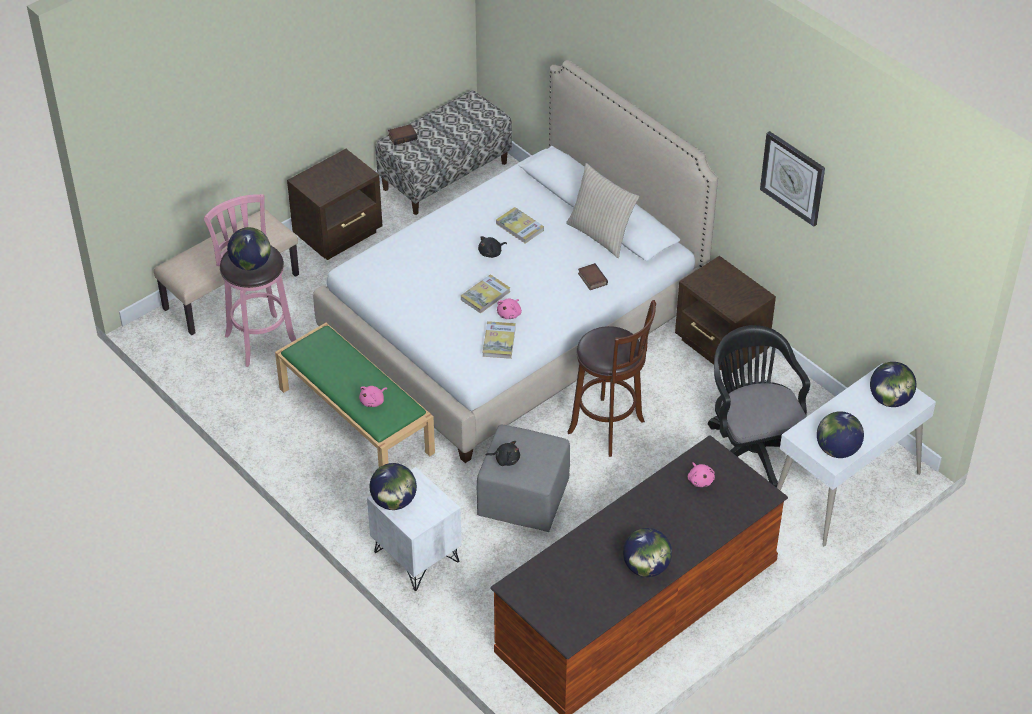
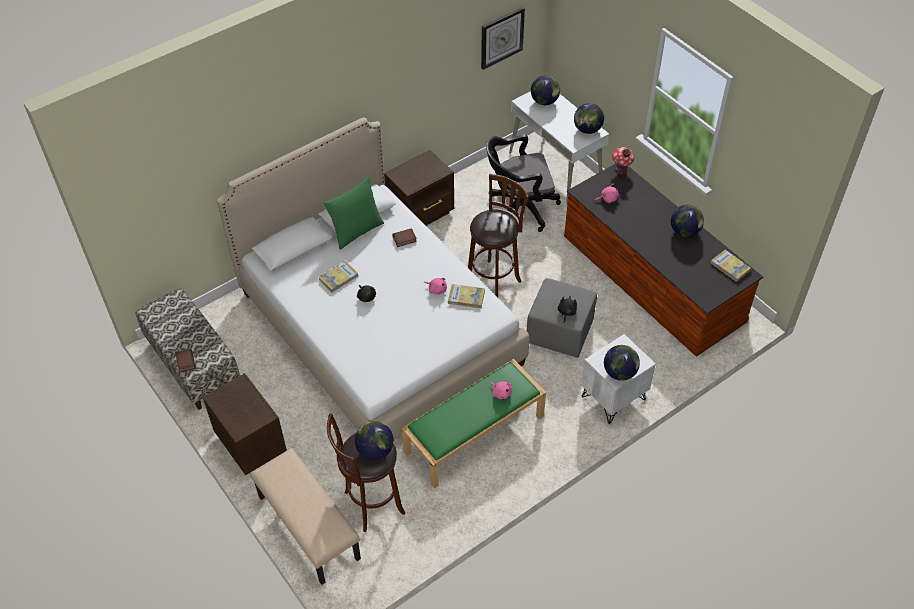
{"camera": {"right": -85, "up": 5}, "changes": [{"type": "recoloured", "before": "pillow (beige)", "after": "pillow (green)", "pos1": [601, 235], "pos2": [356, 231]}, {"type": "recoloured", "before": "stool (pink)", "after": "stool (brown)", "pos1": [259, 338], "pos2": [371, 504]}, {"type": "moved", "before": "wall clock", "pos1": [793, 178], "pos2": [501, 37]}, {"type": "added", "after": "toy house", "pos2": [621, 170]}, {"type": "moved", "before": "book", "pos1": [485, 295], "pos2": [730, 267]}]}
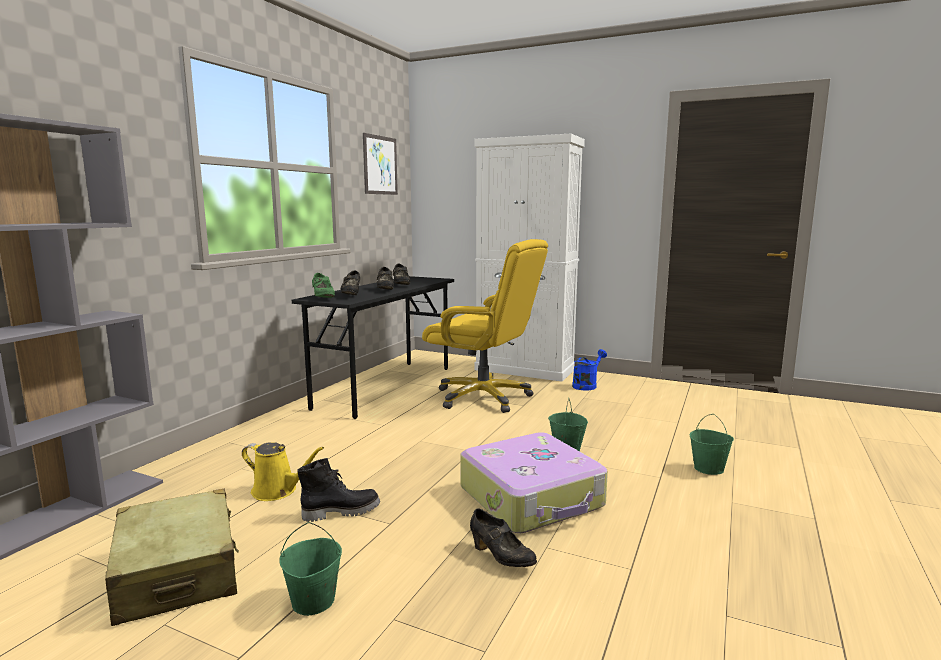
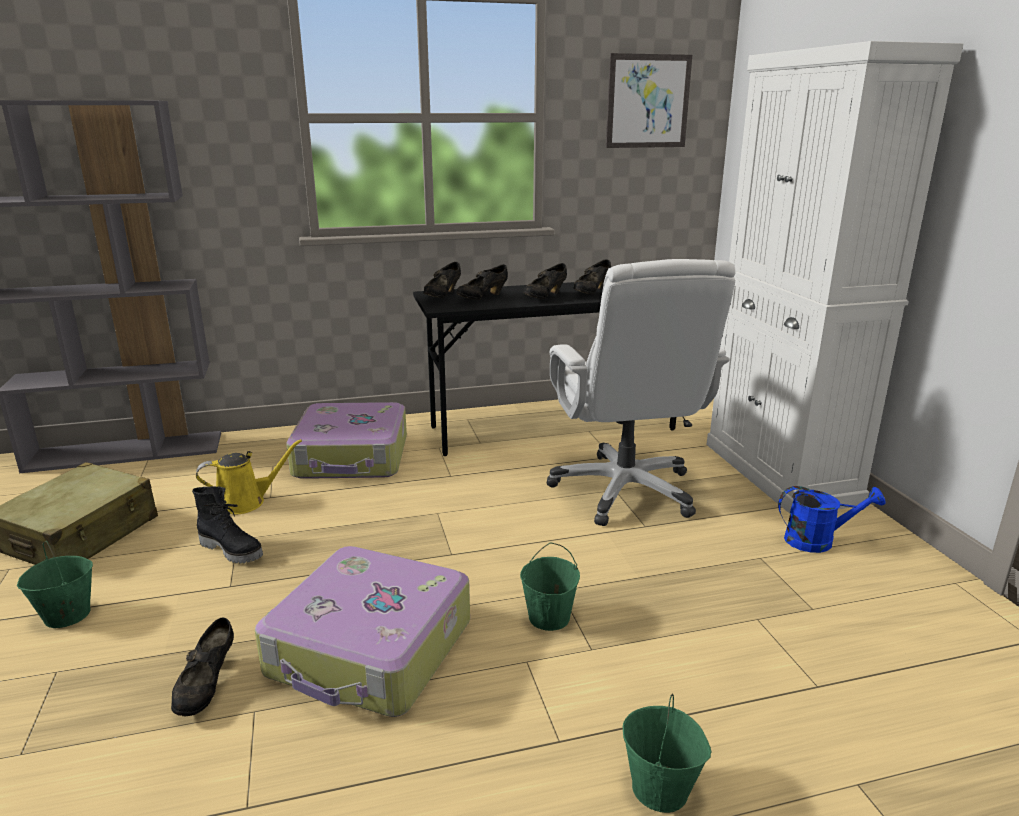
{"camera": {"right": 50, "up": 10}, "changes": [{"type": "turned", "before": "watering can (yellow)", "pos1": [278, 491], "pos2": [245, 502], "turn": -90}, {"type": "added", "after": "suitcase", "pos2": [352, 457]}, {"type": "recoloured", "before": "shoe (green)", "after": "shoe (black)", "pos1": [323, 298], "pos2": [442, 296]}, {"type": "recoloured", "before": "office chair (yellow)", "after": "office chair (white)", "pos1": [484, 397], "pos2": [625, 491]}]}
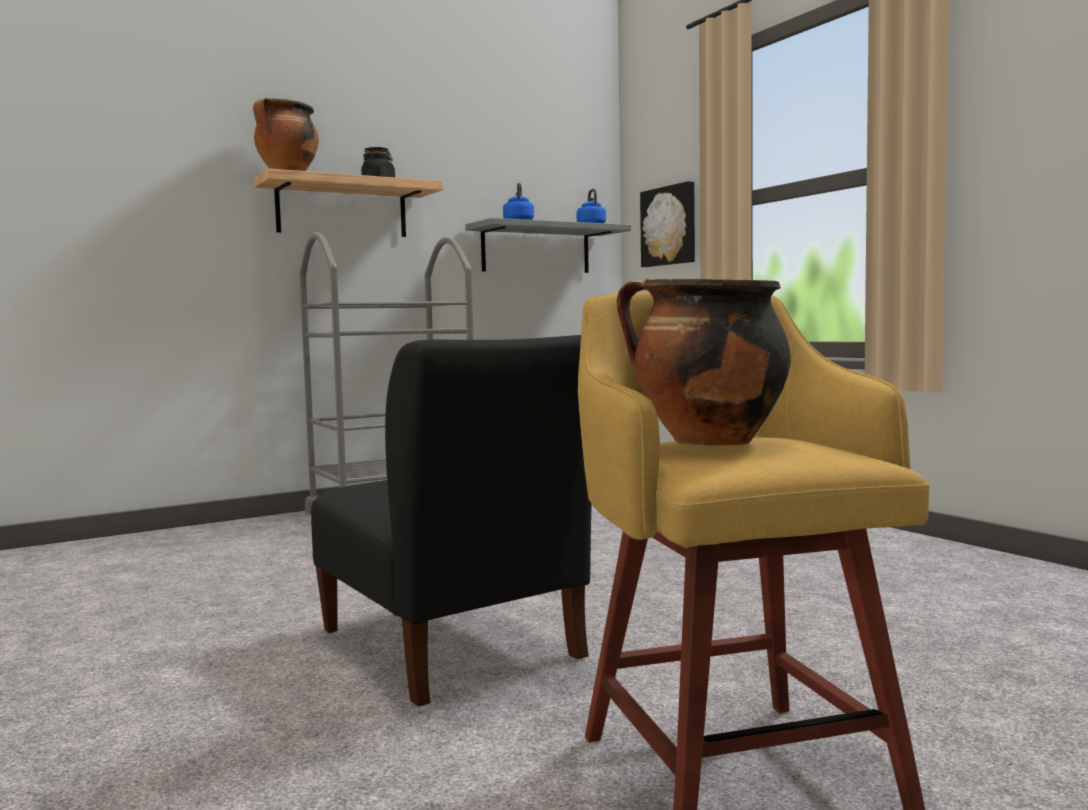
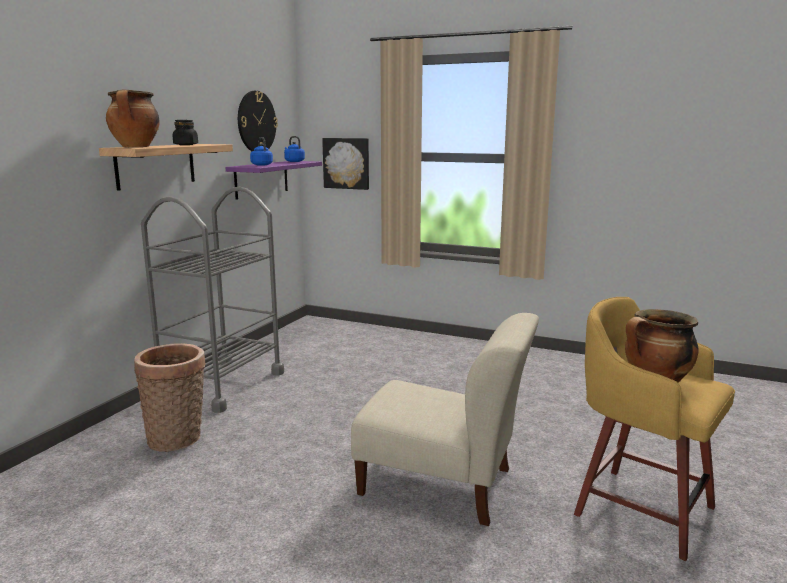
{"camera": {"right": -35, "up": 10}, "changes": [{"type": "added", "after": "basket", "pos2": [178, 439]}, {"type": "recoloured", "before": "shelf (grey)", "after": "shelf (purple)", "pos1": [536, 249], "pos2": [261, 179]}, {"type": "added", "after": "wall clock", "pos2": [256, 122]}, {"type": "recoloured", "before": "chair (black)", "after": "chair (beige)", "pos1": [453, 649], "pos2": [442, 484]}]}
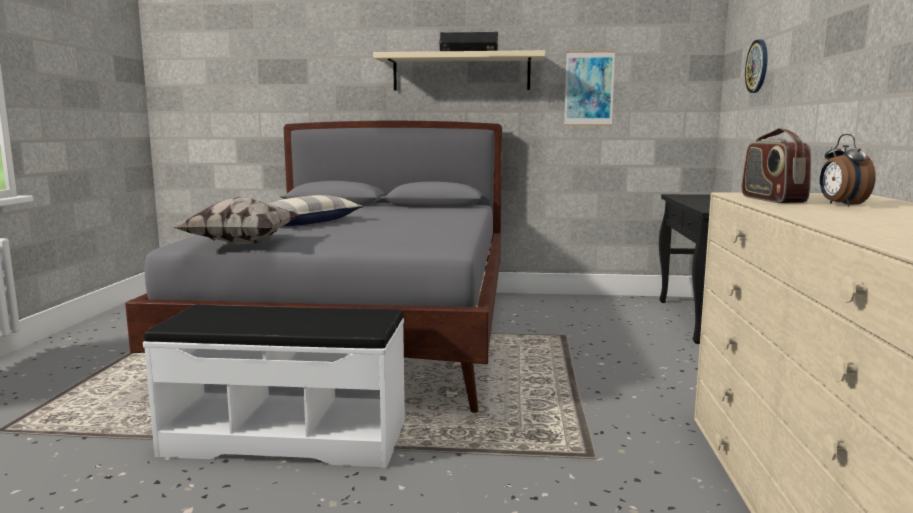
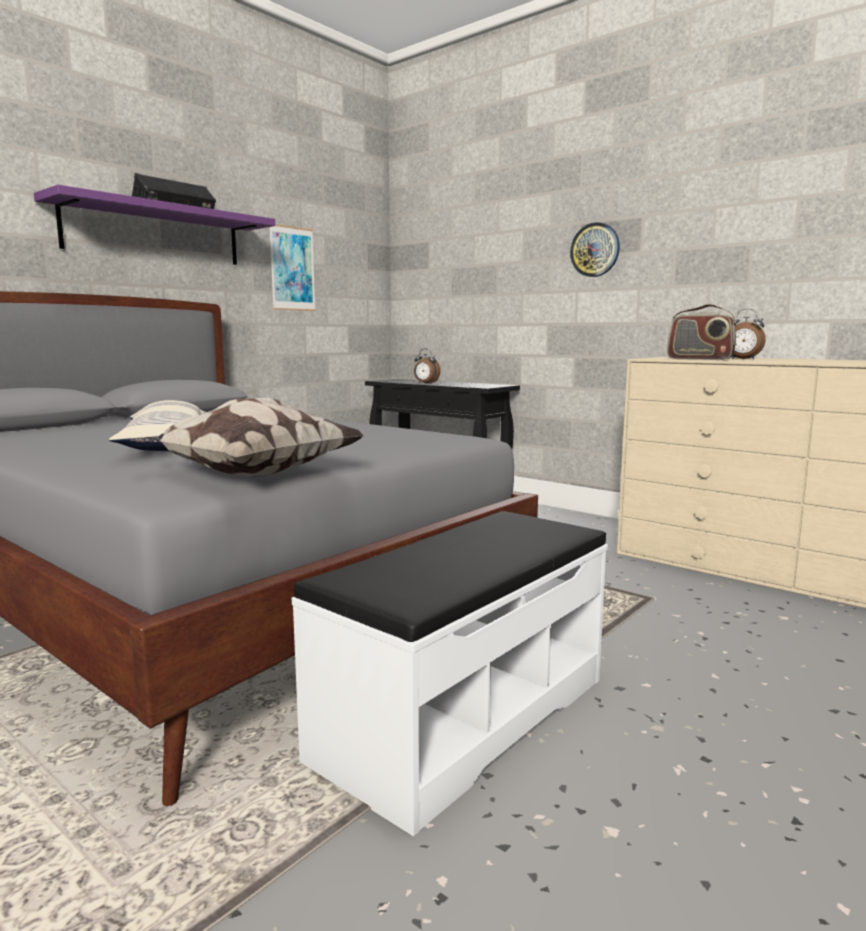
{"camera": {"right": -55, "up": 0}, "changes": [{"type": "recoloured", "before": "shelf (beige)", "after": "shelf (purple)", "pos1": [461, 72], "pos2": [155, 234]}, {"type": "added", "after": "alarm clock", "pos2": [425, 383]}, {"type": "moved", "before": "wall clock", "pos1": [757, 66], "pos2": [595, 250]}]}
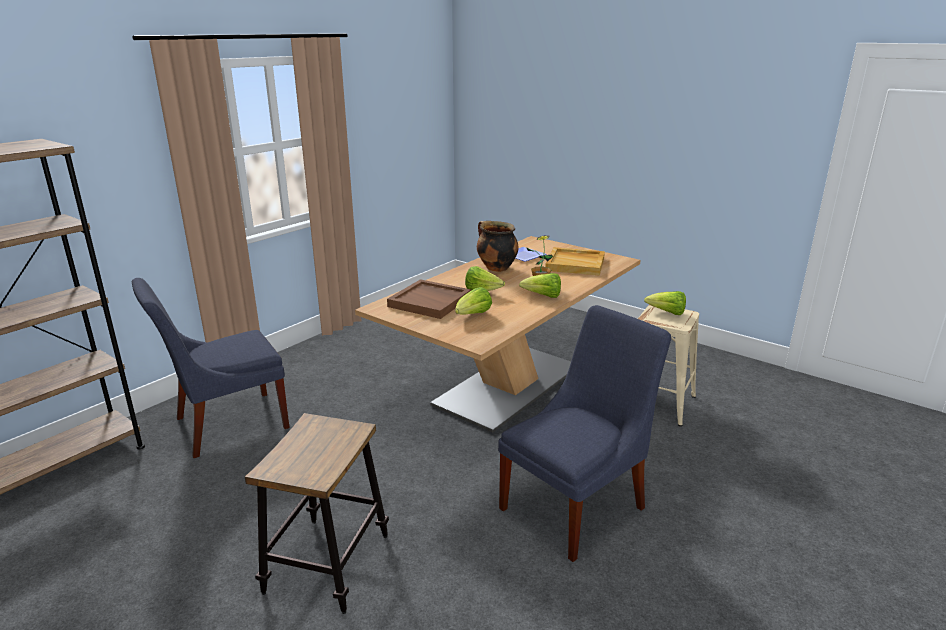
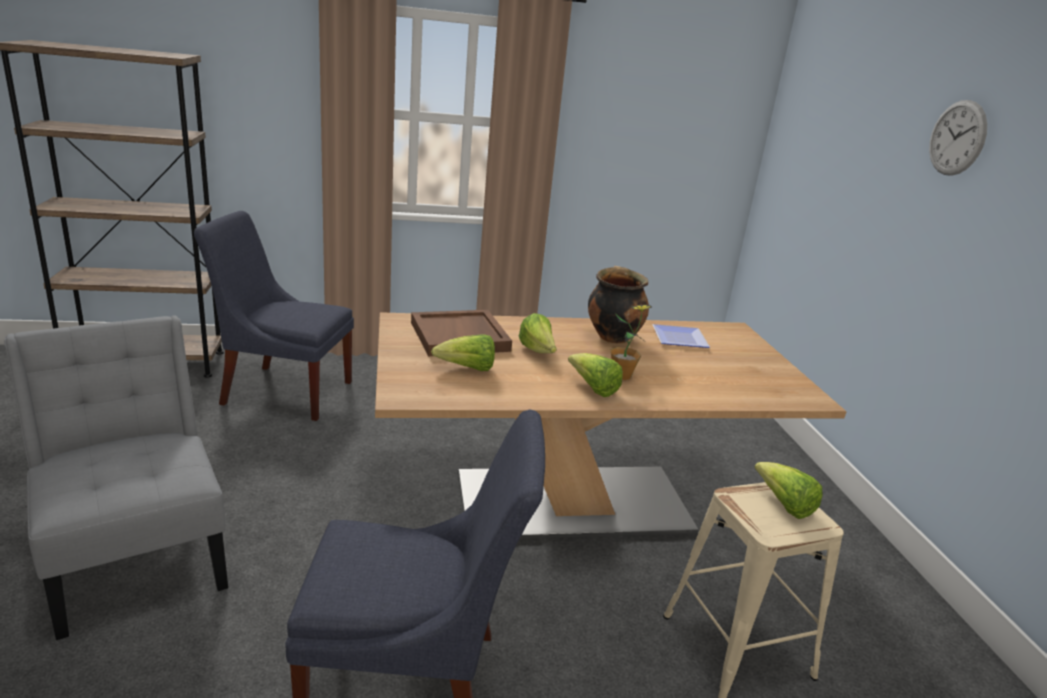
{"camera": {"right": 40, "up": 0}, "changes": [{"type": "replaced", "before": "stool", "after": "chair (grey)", "pos1": [327, 563], "pos2": [136, 556]}, {"type": "added", "after": "wall clock", "pos2": [957, 138]}, {"type": "removed", "before": "tray (beige)", "pos1": [576, 264]}]}
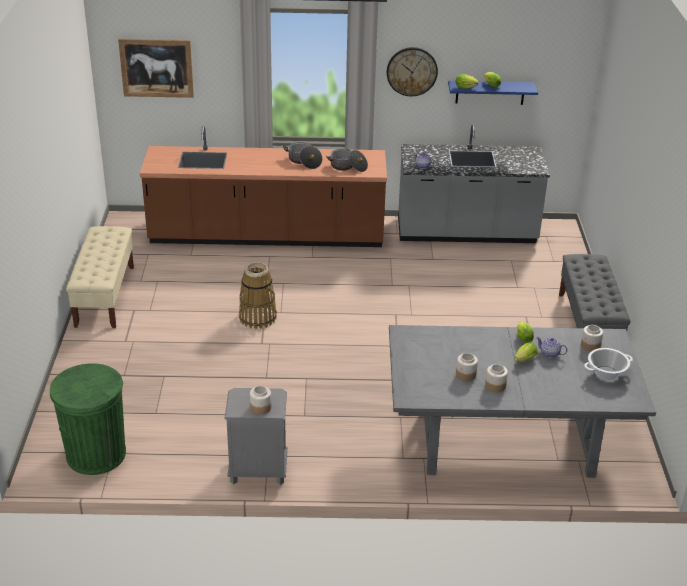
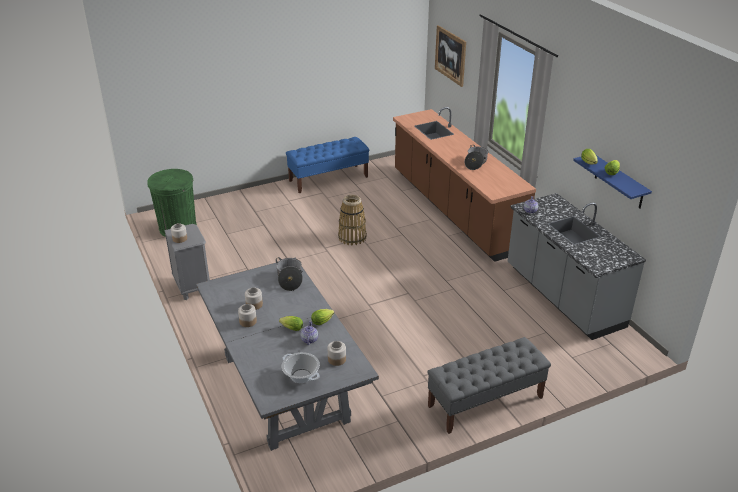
{"camera": {"right": 65, "up": 0}, "changes": [{"type": "moved", "before": "cooking pot", "pos1": [347, 167], "pos2": [289, 279]}, {"type": "recoloured", "before": "bench (beige)", "after": "bench (blue)", "pos1": [105, 296], "pos2": [328, 179]}, {"type": "removed", "before": "wall clock", "pos1": [412, 71]}]}
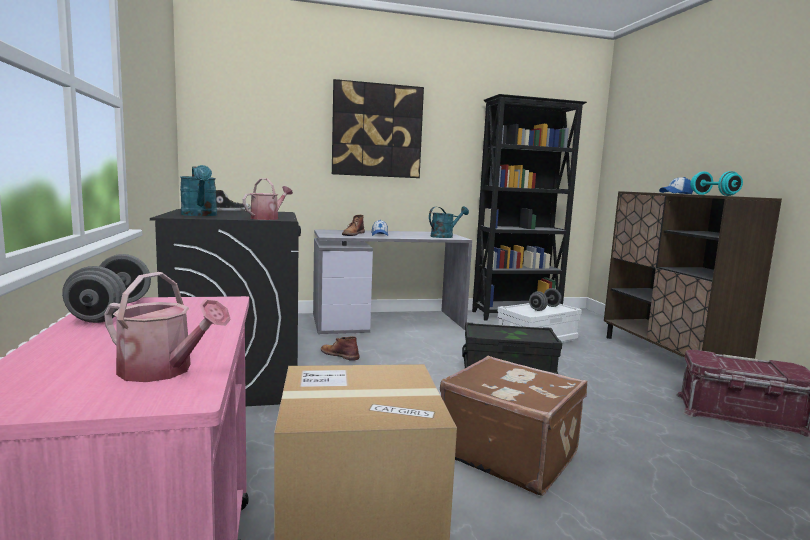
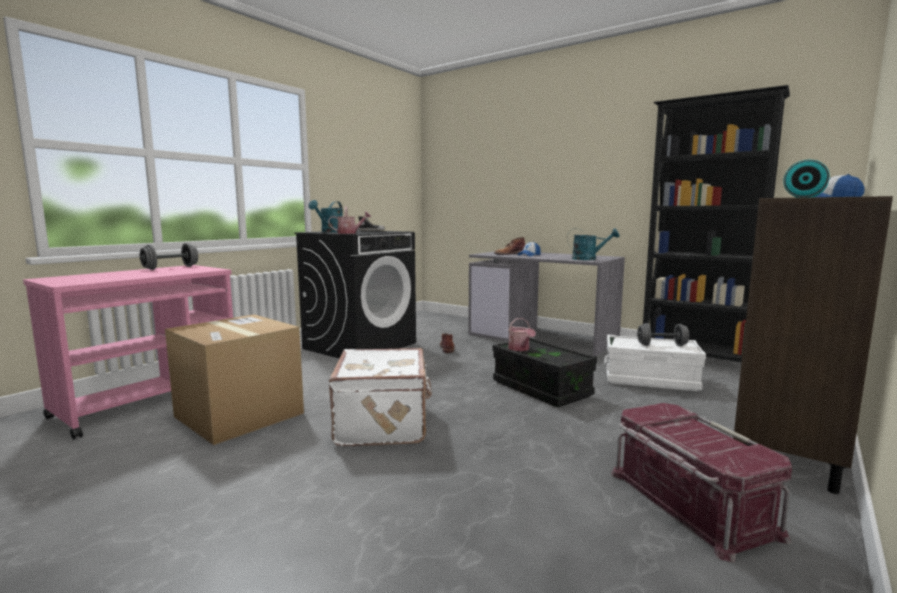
{"camera": {"right": 50, "up": 0}, "changes": [{"type": "recoloured", "before": "suitcase (brown)", "after": "suitcase (white)", "pos1": [508, 454], "pos2": [384, 424]}, {"type": "moved", "before": "watering can", "pos1": [163, 371], "pos2": [520, 349]}, {"type": "removed", "before": "picture", "pos1": [377, 130]}]}
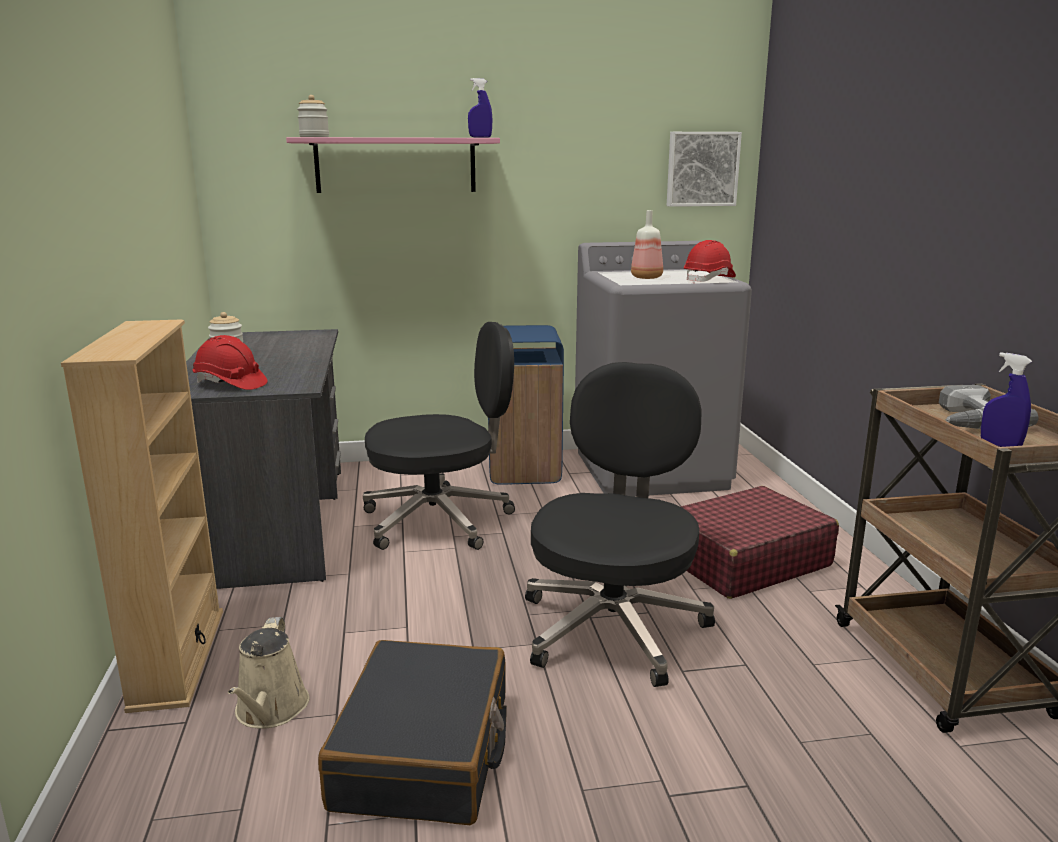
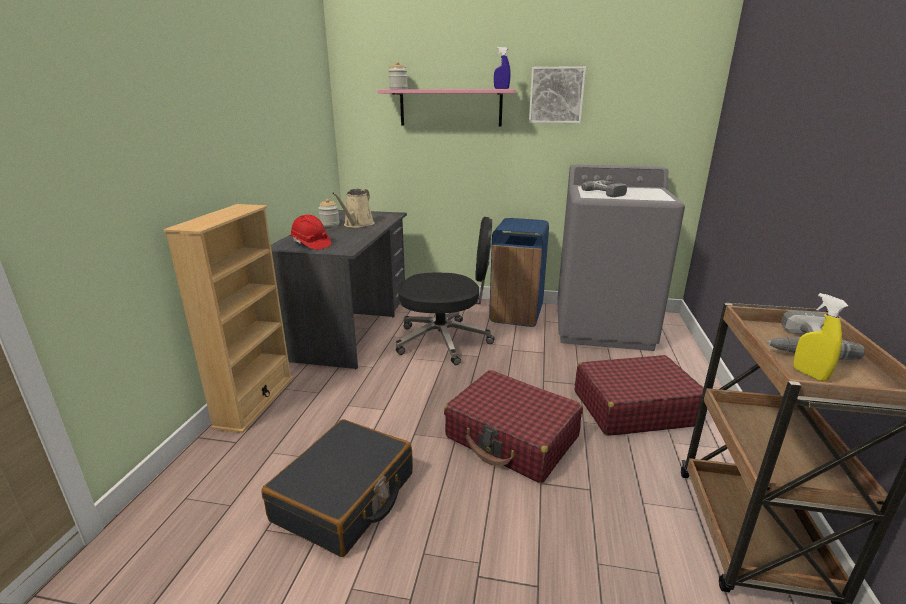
{"camera": {"right": 20, "up": 5}, "changes": [{"type": "moved", "before": "watering can (beige)", "pos1": [270, 711], "pos2": [357, 224]}, {"type": "replaced", "before": "office chair (black)", "after": "suitcase (red)", "pos1": [613, 626], "pos2": [512, 438]}, {"type": "moved", "before": "picture", "pos1": [702, 169], "pos2": [556, 95]}, {"type": "replaced", "before": "bottle", "after": "power drill", "pos1": [647, 277], "pos2": [608, 192]}, {"type": "recoloured", "before": "spray bottle (blue)", "after": "spray bottle (yellow)", "pos1": [1000, 445], "pos2": [809, 374]}, {"type": "removed", "before": "hard hat (red)", "pos1": [709, 279]}]}
